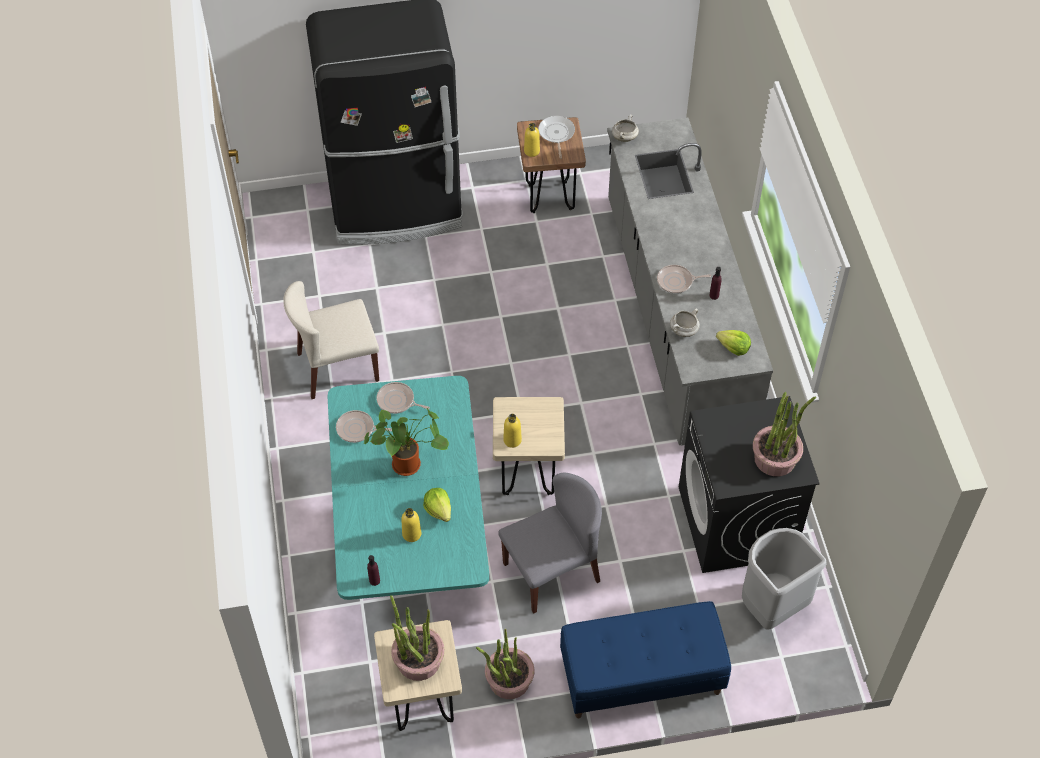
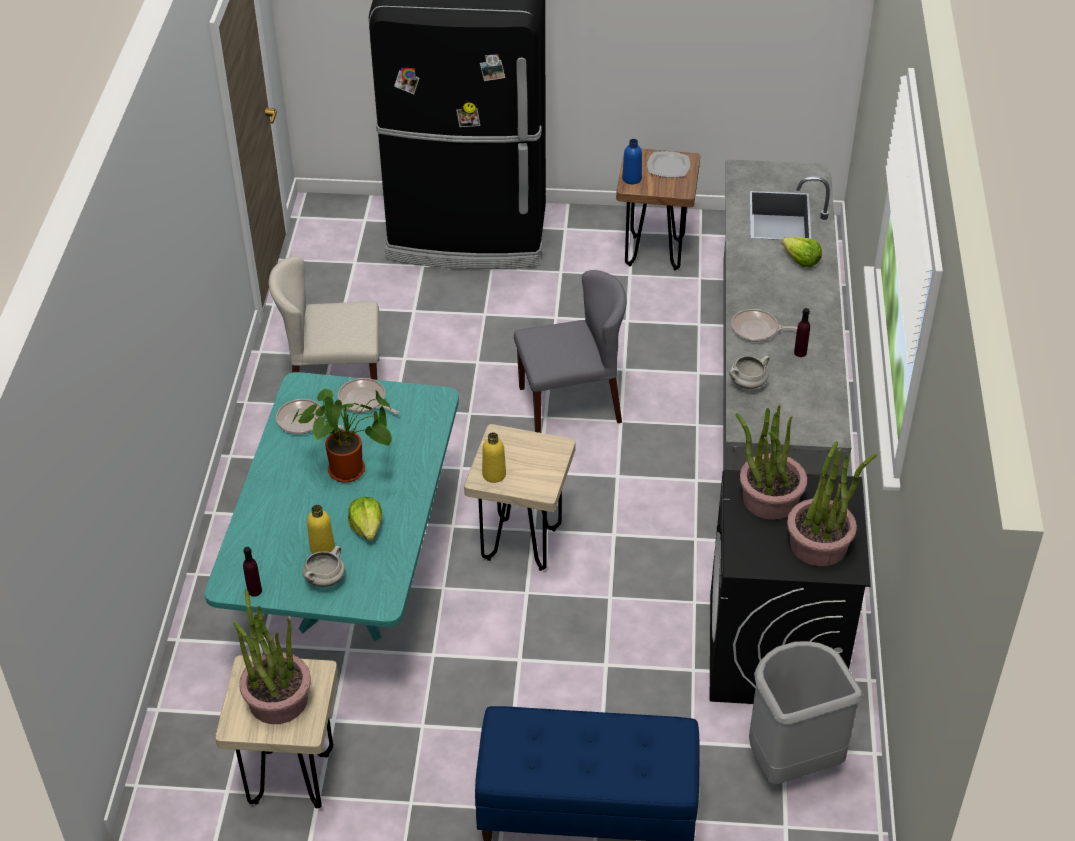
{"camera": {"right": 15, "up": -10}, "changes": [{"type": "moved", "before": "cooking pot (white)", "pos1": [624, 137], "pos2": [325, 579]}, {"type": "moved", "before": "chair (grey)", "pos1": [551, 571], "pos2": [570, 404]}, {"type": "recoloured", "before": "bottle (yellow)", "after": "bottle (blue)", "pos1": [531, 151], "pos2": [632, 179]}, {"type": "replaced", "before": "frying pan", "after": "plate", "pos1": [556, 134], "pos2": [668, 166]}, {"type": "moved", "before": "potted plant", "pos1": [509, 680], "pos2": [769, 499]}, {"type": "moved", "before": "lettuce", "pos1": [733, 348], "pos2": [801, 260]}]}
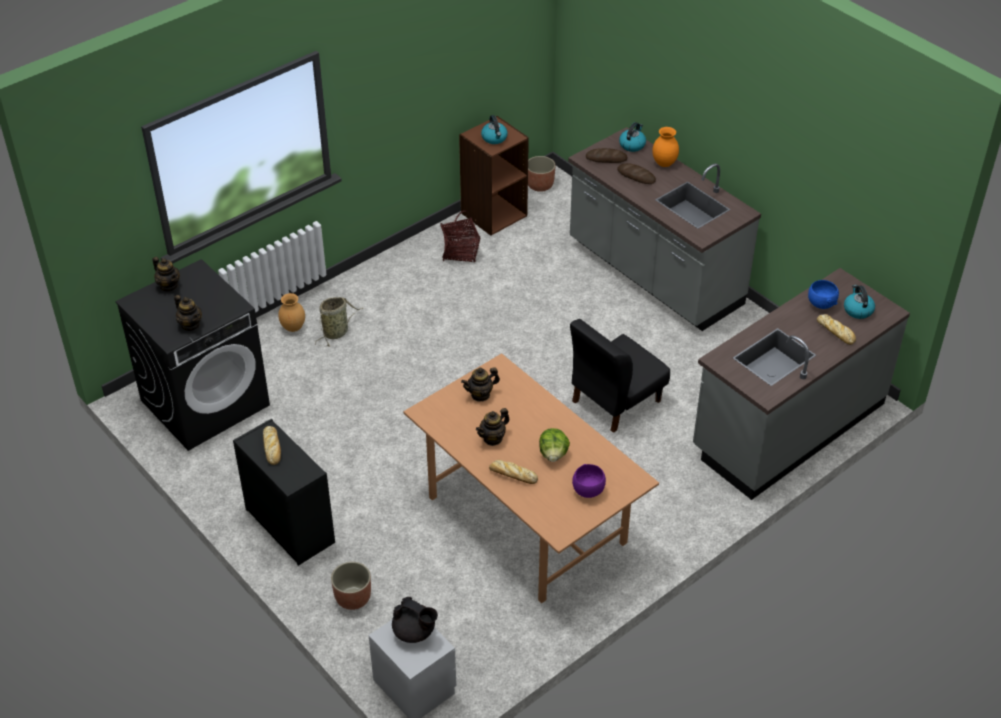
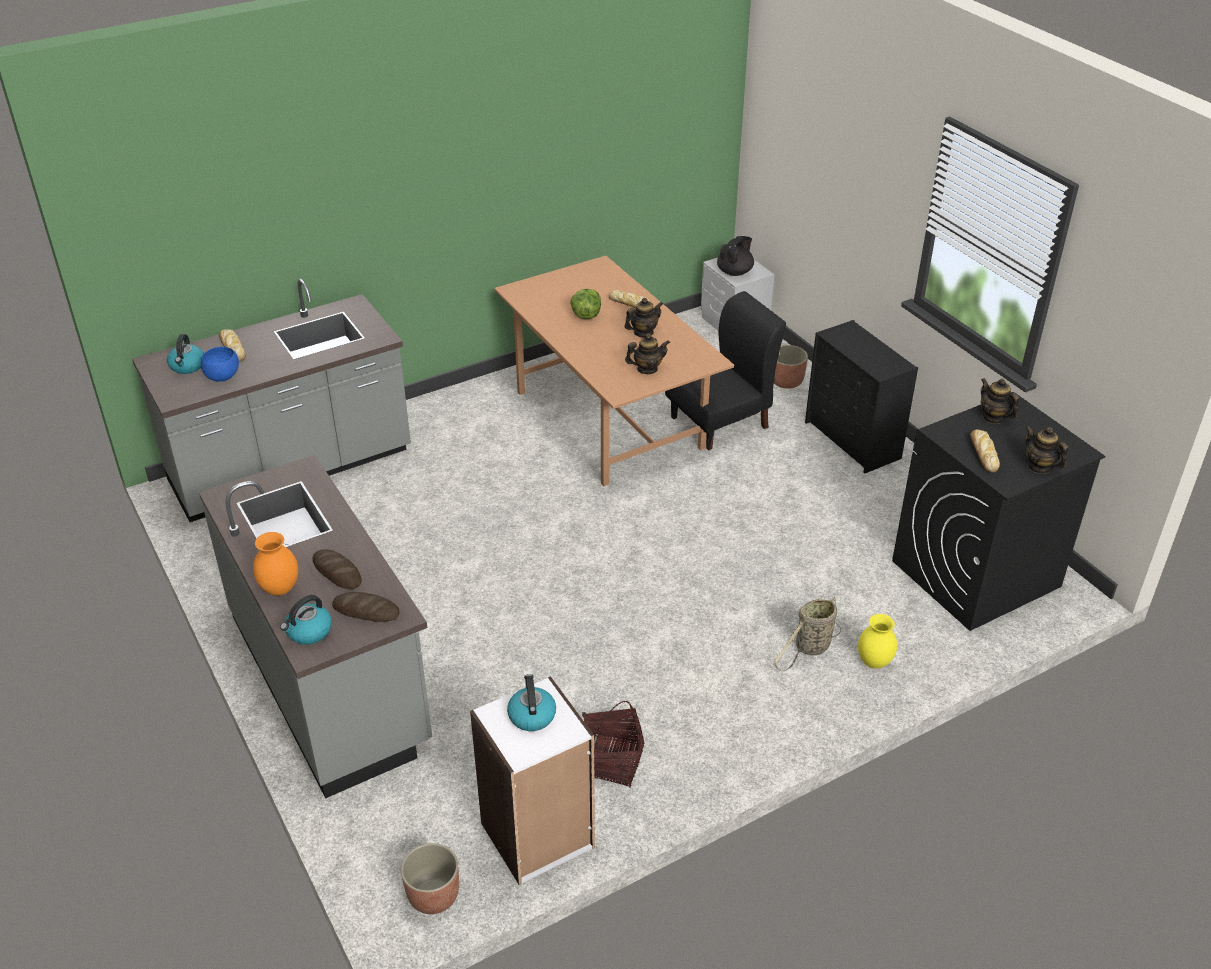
{"camera": {"right": -170, "up": -5}, "changes": [{"type": "recoloured", "before": "bookcase (brown)", "after": "bookcase (white)", "pos1": [493, 214], "pos2": [538, 836]}, {"type": "moved", "before": "chair (black)", "pos1": [615, 401], "pos2": [720, 422]}, {"type": "turned", "before": "teapot (black)", "pos1": [414, 632], "pos2": [735, 272], "turn": 90}, {"type": "recoloured", "before": "vase (brown)", "after": "vase (yellow)", "pos1": [293, 327], "pos2": [874, 663]}, {"type": "moved", "before": "bread", "pos1": [272, 448], "pos2": [983, 453]}, {"type": "removed", "before": "bowl (purple)", "pos1": [588, 491]}]}
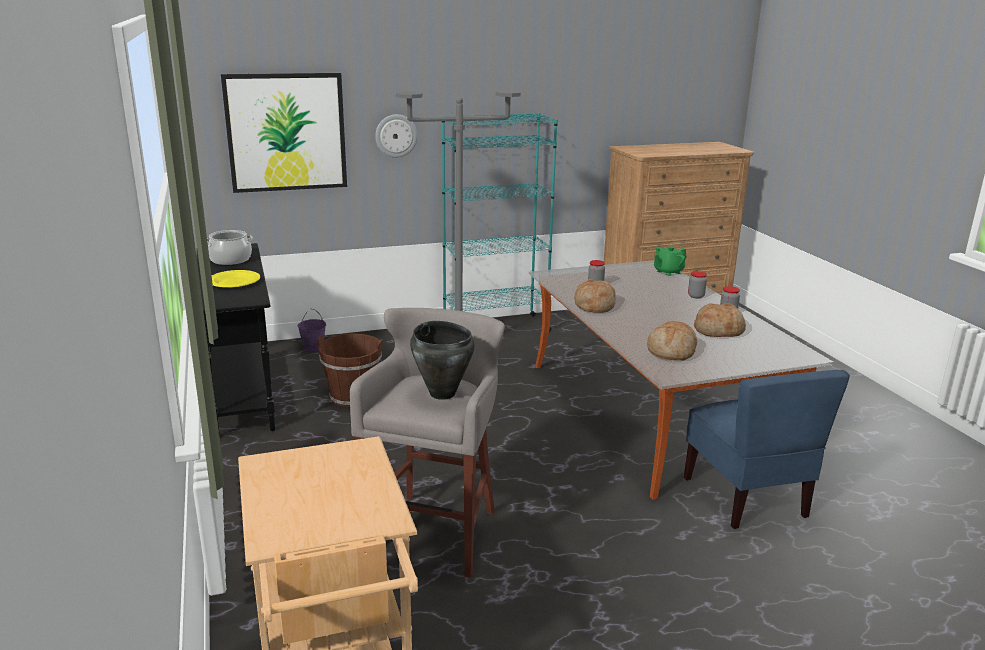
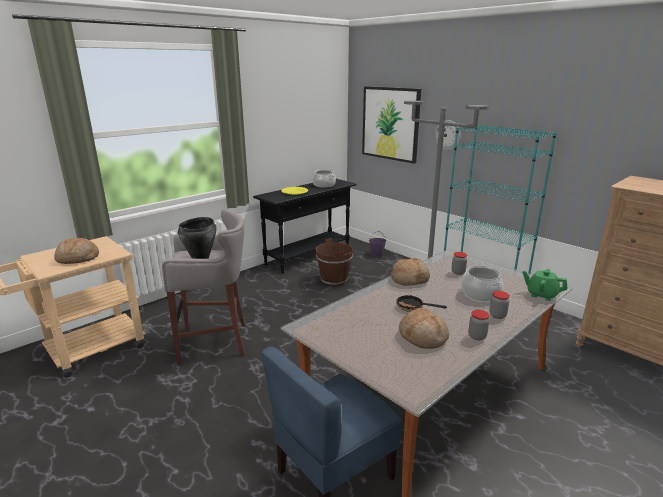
{"camera": {"right": 65, "up": 0}, "changes": [{"type": "moved", "before": "bread", "pos1": [671, 351], "pos2": [77, 258]}, {"type": "added", "after": "frying pan", "pos2": [413, 308]}, {"type": "added", "after": "cooking pot", "pos2": [480, 294]}]}
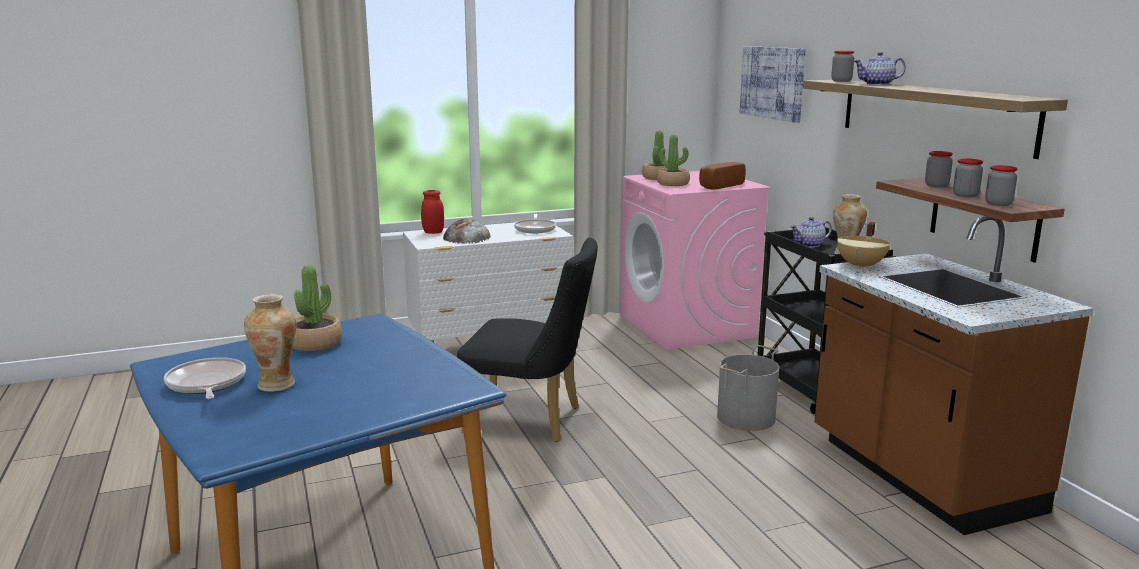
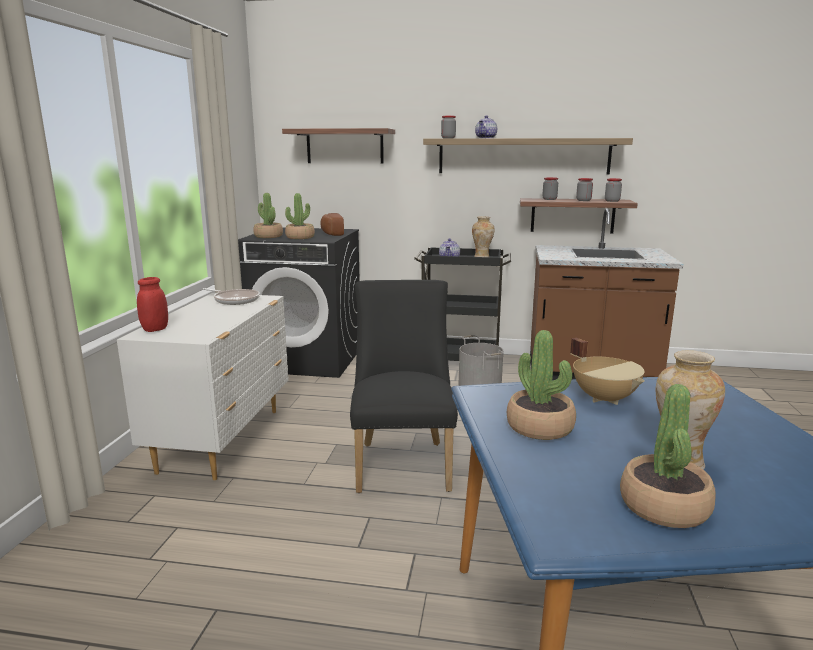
{"camera": {"right": -60, "up": 0}, "changes": [{"type": "recoloured", "before": "washing machine (pink)", "after": "washing machine (black)", "pos1": [687, 326], "pos2": [308, 359]}, {"type": "replaced", "before": "picture", "after": "shelf", "pos1": [772, 82], "pos2": [345, 146]}, {"type": "turned", "before": "chair (black)", "pos1": [532, 420], "pos2": [403, 461], "turn": -45}, {"type": "moved", "before": "cooking pot (beige)", "pos1": [862, 266], "pos2": [605, 398]}, {"type": "replaced", "before": "frying pan", "after": "potted plant", "pos1": [206, 384], "pos2": [664, 506]}, {"type": "removed", "before": "bread", "pos1": [466, 236]}]}
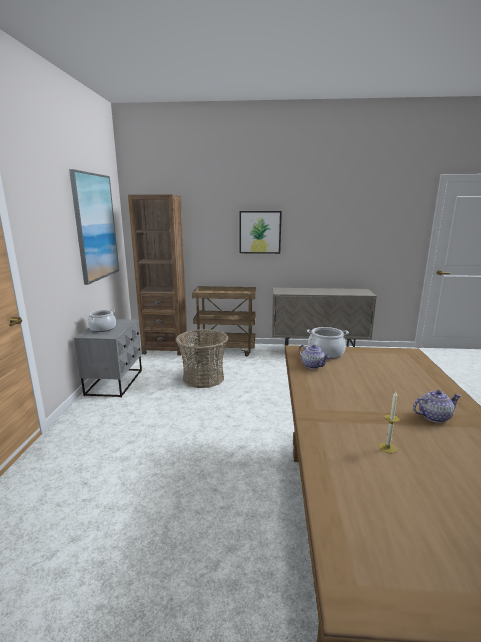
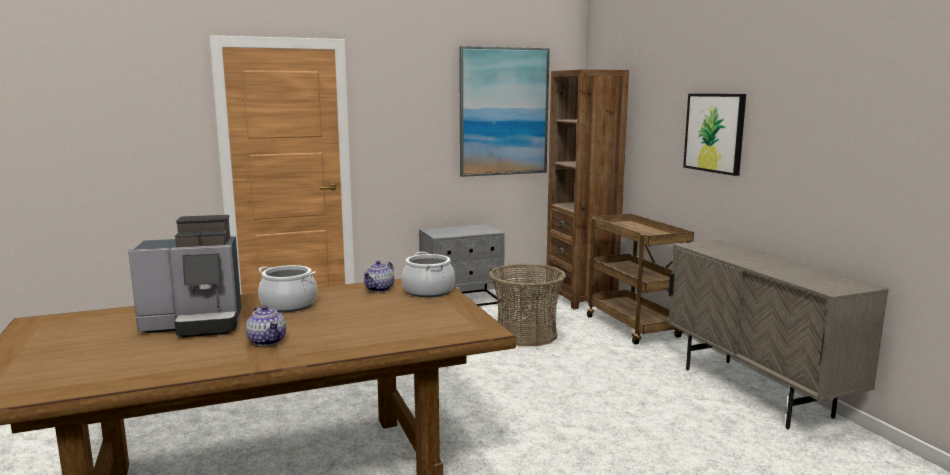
{"camera": {"right": 65, "up": -5}, "changes": [{"type": "replaced", "before": "candle", "after": "coffee machine", "pos1": [387, 448], "pos2": [196, 324]}, {"type": "moved", "before": "cooking pot", "pos1": [102, 328], "pos2": [288, 305]}]}
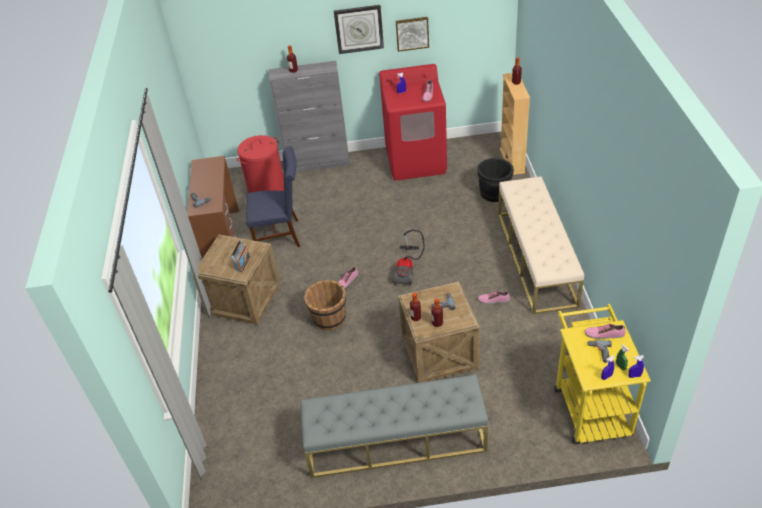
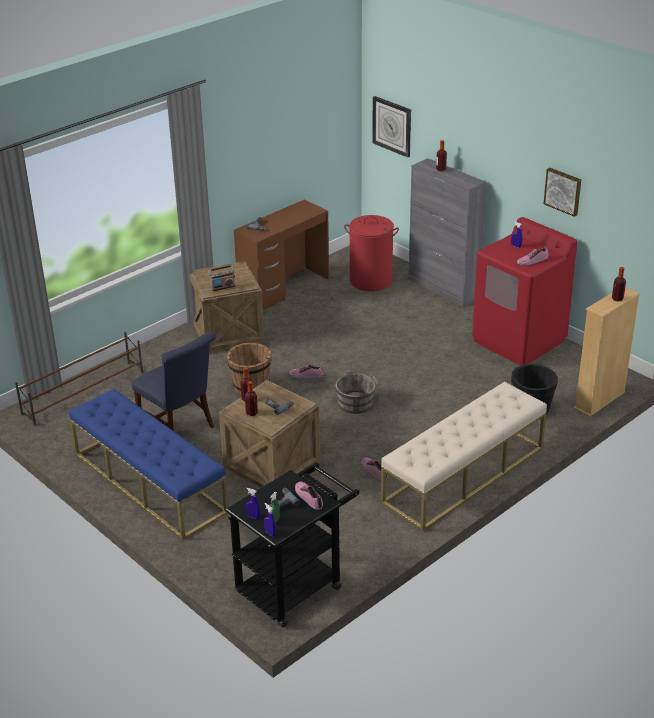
{"camera": {"right": 50, "up": -10}, "changes": [{"type": "added", "after": "shoe rack (brown)", "pos2": [84, 393]}, {"type": "recoloured", "before": "bench (grey)", "after": "bench (blue)", "pos1": [395, 441], "pos2": [149, 483]}, {"type": "moved", "before": "chair (blue)", "pos1": [281, 235], "pos2": [180, 428]}, {"type": "recoloured", "before": "cart (yellow)", "after": "cart (black)", "pos1": [589, 405], "pos2": [295, 585]}, {"type": "replaced", "before": "vacuum cleaner", "after": "bucket (grey)", "pos1": [407, 270], "pos2": [357, 402]}, {"type": "moved", "before": "wall clock", "pos1": [359, 29], "pos2": [392, 126]}]}
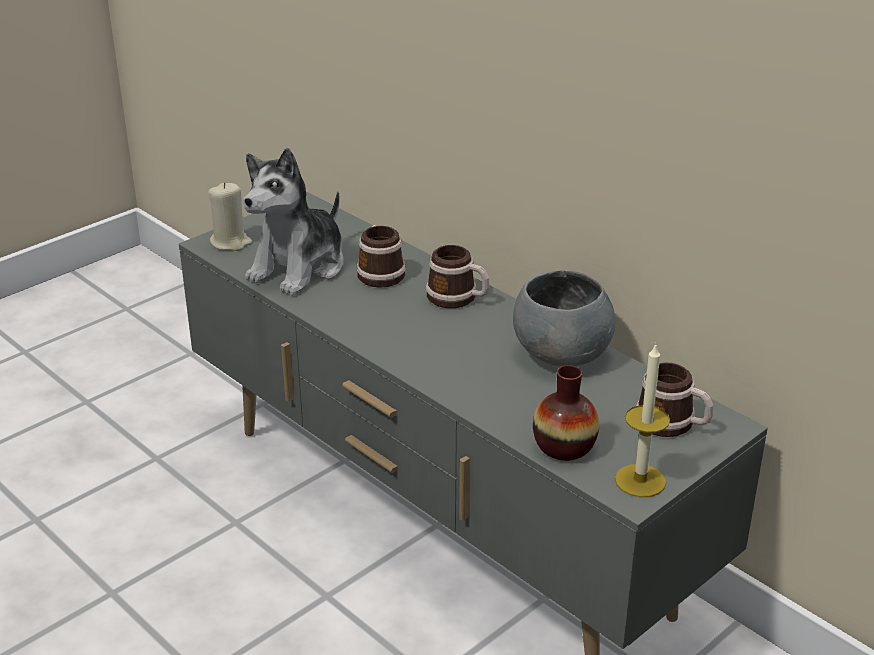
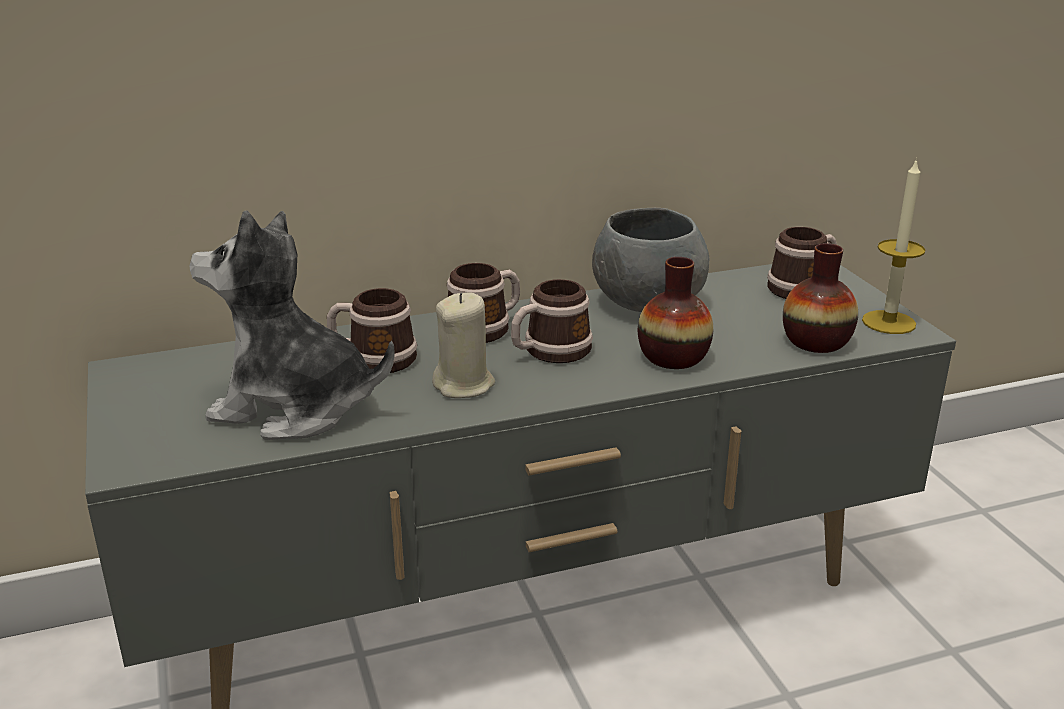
{"camera": {"right": -65, "up": -5}, "changes": [{"type": "turned", "before": "plush toy", "pos1": [299, 267], "pos2": [294, 407], "turn": 135}, {"type": "moved", "before": "candle (beige)", "pos1": [231, 242], "pos2": [464, 385]}, {"type": "added", "after": "mug", "pos2": [549, 352]}, {"type": "added", "after": "vase", "pos2": [673, 357]}]}
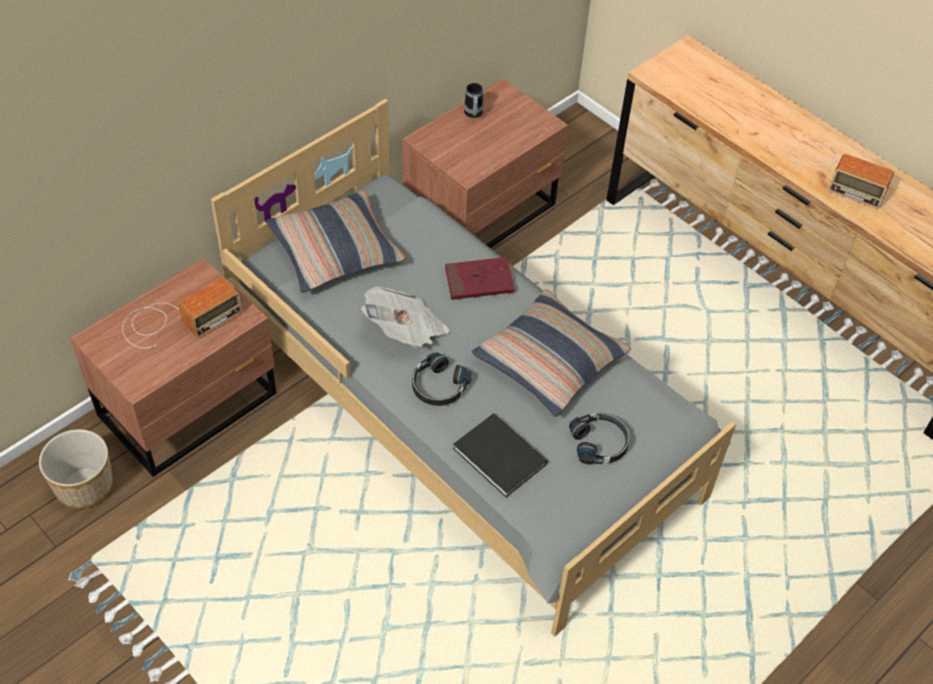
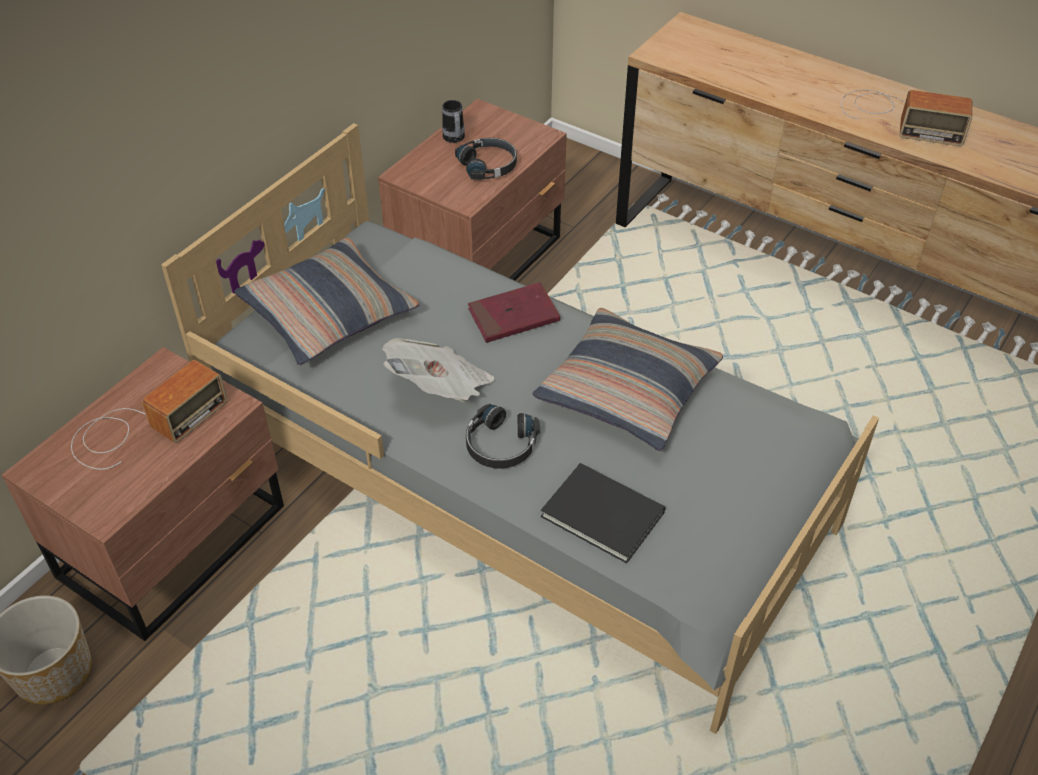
{"camera": {"right": -10, "up": -5}, "changes": [{"type": "moved", "before": "headphones (black)", "pos1": [600, 443], "pos2": [488, 165]}]}
